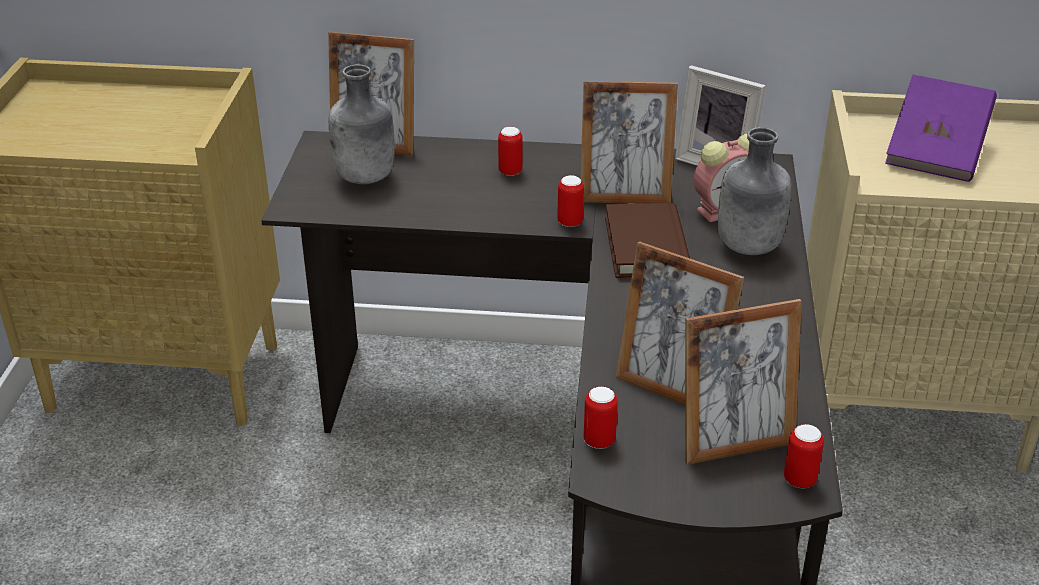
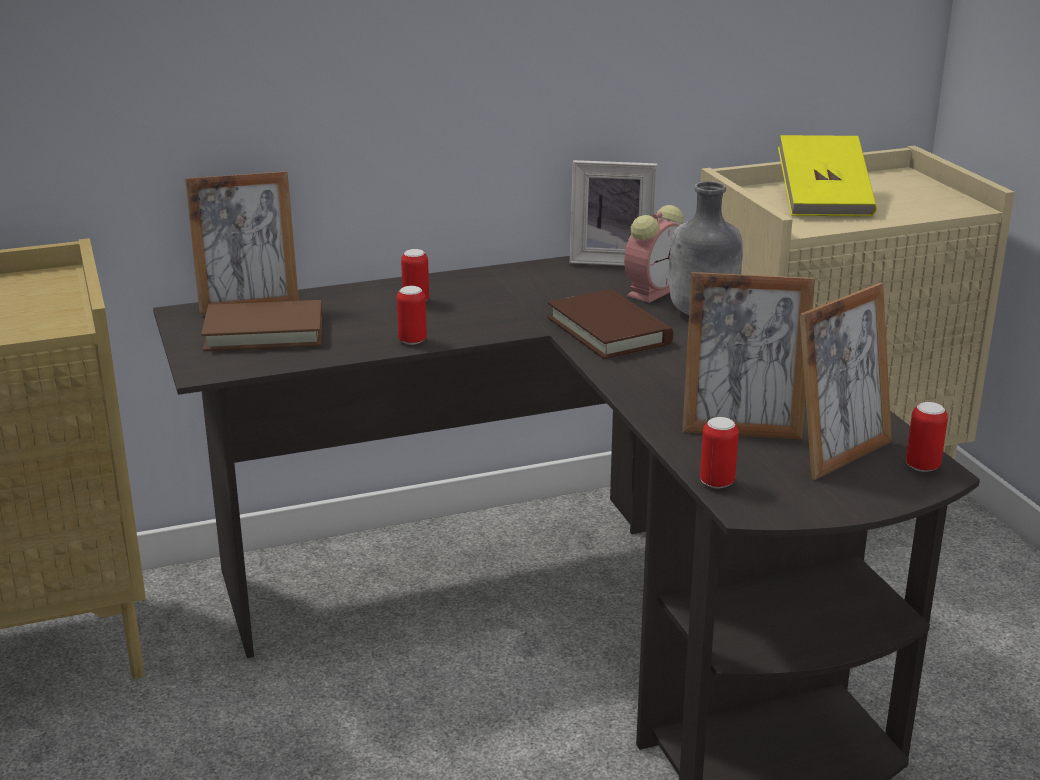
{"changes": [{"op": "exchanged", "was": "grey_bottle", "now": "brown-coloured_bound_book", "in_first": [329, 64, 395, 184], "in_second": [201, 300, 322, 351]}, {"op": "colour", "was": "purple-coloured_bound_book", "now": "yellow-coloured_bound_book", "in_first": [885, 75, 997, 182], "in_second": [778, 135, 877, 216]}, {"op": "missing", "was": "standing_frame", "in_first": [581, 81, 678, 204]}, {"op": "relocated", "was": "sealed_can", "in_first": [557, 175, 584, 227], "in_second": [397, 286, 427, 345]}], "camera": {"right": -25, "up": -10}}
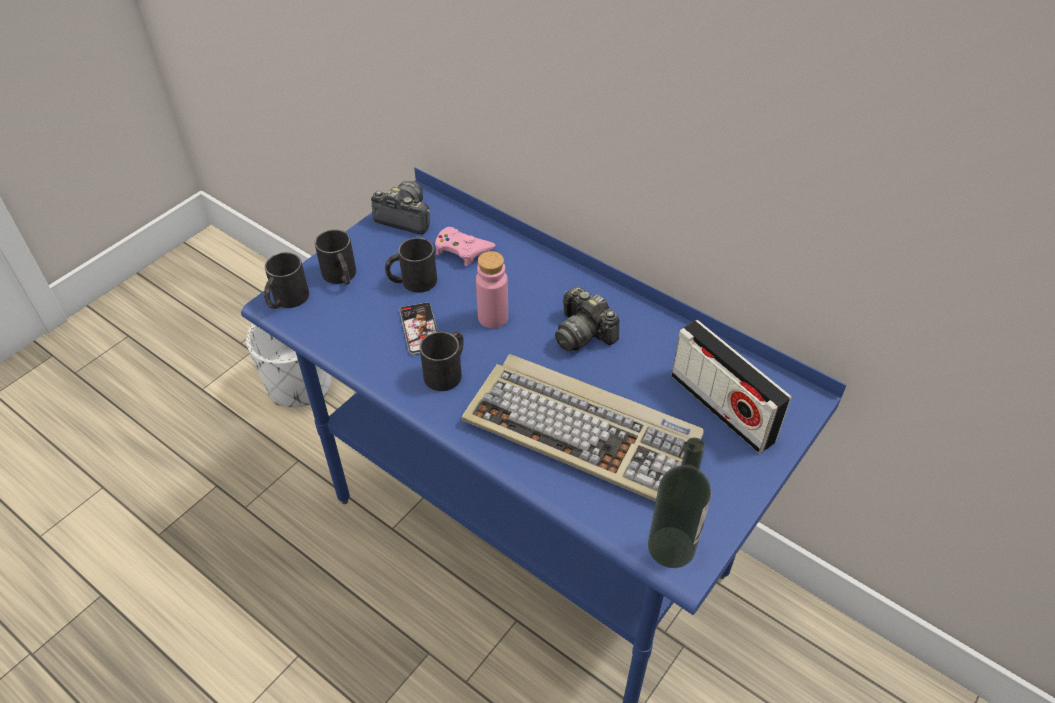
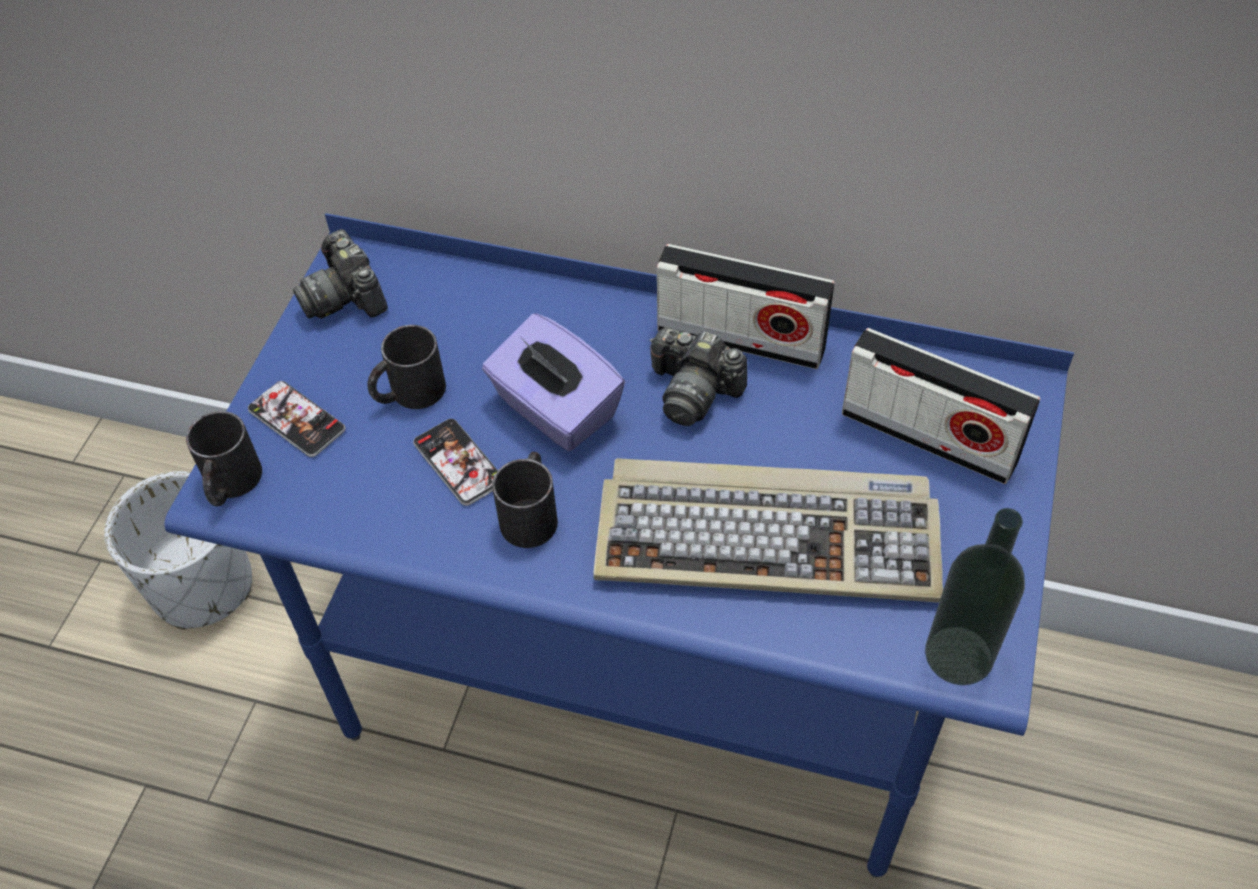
{"changes": [{"op": "spun", "was": "still_camera", "in_first": [371, 181, 430, 234], "in_second": [293, 229, 388, 319], "clockwise": -120}, {"op": "missing", "was": "pinkish_joypad", "in_first": [435, 227, 495, 266]}, {"op": "exchanged", "was": "black_coffee_mug", "now": "handset", "in_first": [315, 229, 356, 285], "in_second": [248, 381, 346, 457]}, {"op": "exchanged", "was": "pinkish_bottle", "now": "purple-coloured_box_of_tissues", "in_first": [476, 251, 508, 328], "in_second": [482, 313, 625, 451]}, {"op": "appeared", "now": "radio_set", "in_second": [657, 244, 835, 369]}], "camera": {"right": -20, "up": 5}}
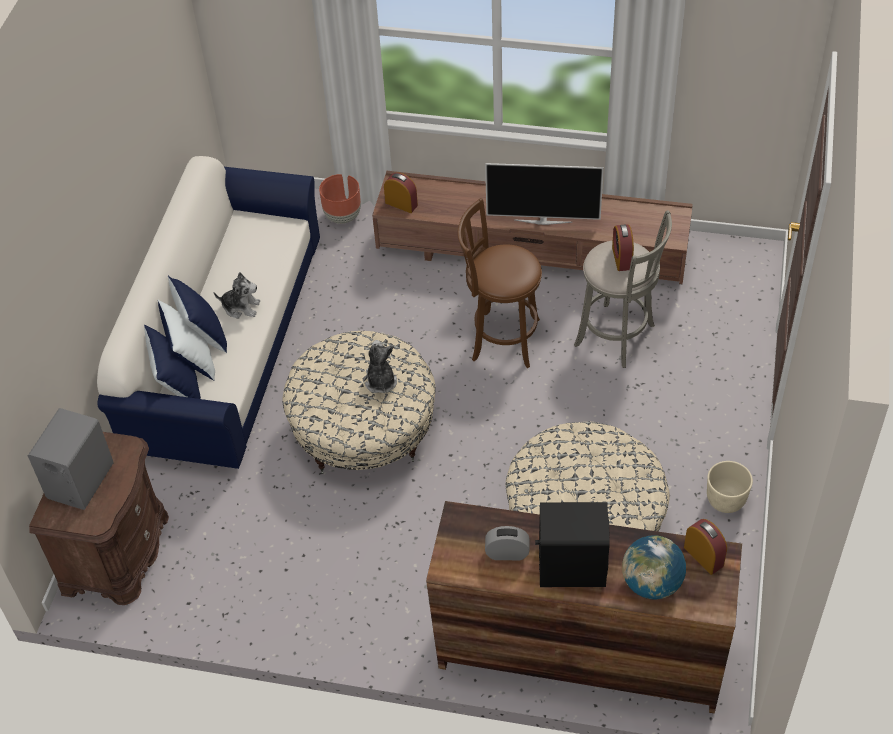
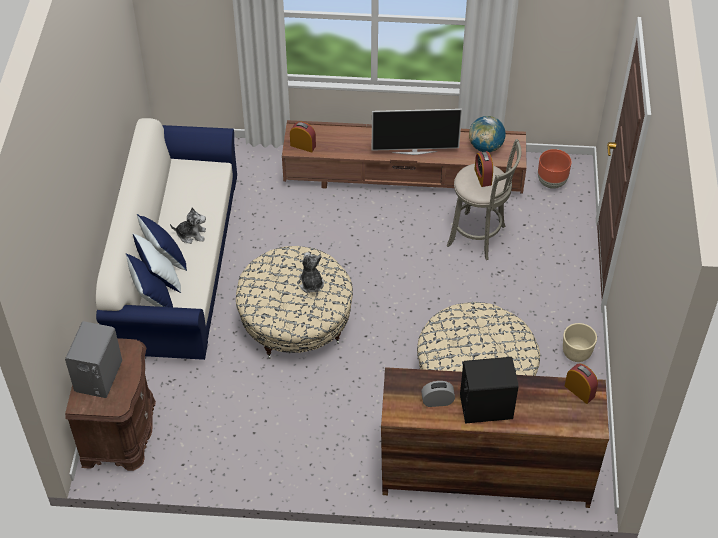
{"changes": [{"op": "relocated", "was": "brown-coloured_plant_pot", "in_first": [319, 174, 361, 224], "in_second": [538, 149, 572, 189]}, {"op": "missing", "was": "brown-coloured_stool", "in_first": [458, 198, 542, 368]}, {"op": "relocated", "was": "globe", "in_first": [622, 535, 686, 600], "in_second": [469, 116, 506, 152]}], "camera": {"right": -10, "up": 0}}
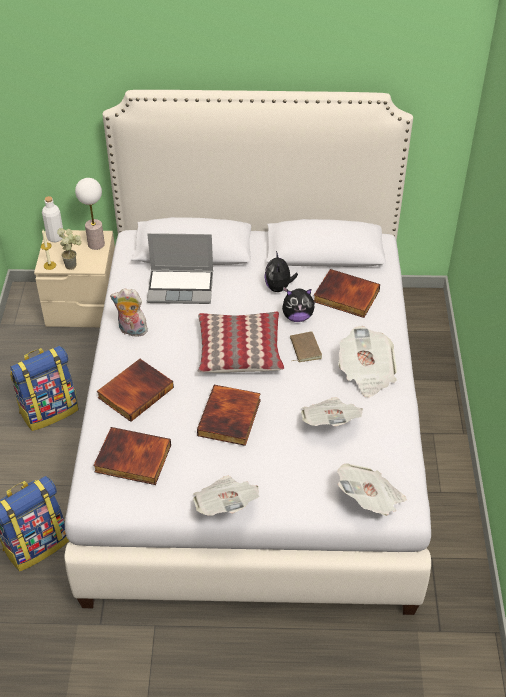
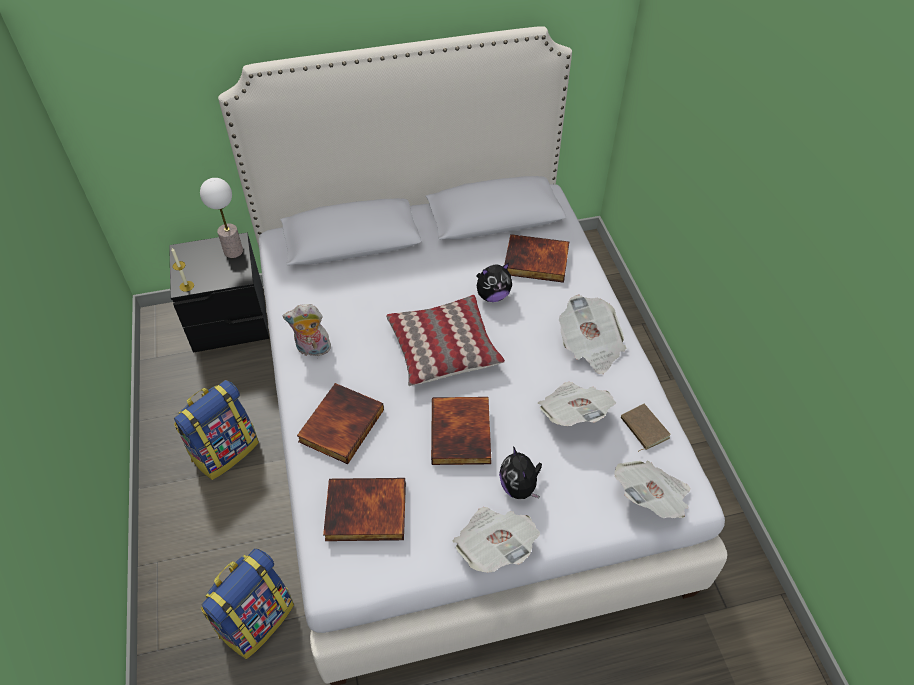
{"changes": [{"op": "missing", "was": "white-coloured_bottle", "in_first": [42, 196, 64, 242]}, {"op": "missing", "was": "plant_in_a_pot", "in_first": [57, 228, 82, 270]}, {"op": "colour", "was": "beige-coloured_nightstand", "now": "black_nightstand", "in_first": [34, 230, 115, 327], "in_second": [169, 232, 269, 353]}, {"op": "missing", "was": "notebook_computer", "in_first": [147, 233, 213, 304]}, {"op": "relocated", "was": "plush_toy", "in_first": [264, 251, 298, 292], "in_second": [499, 446, 542, 499]}, {"op": "relocated", "was": "brown-coloured_bound_book", "in_first": [290, 331, 322, 362], "in_second": [621, 404, 671, 452]}], "camera": {"right": -15, "up": 5}}
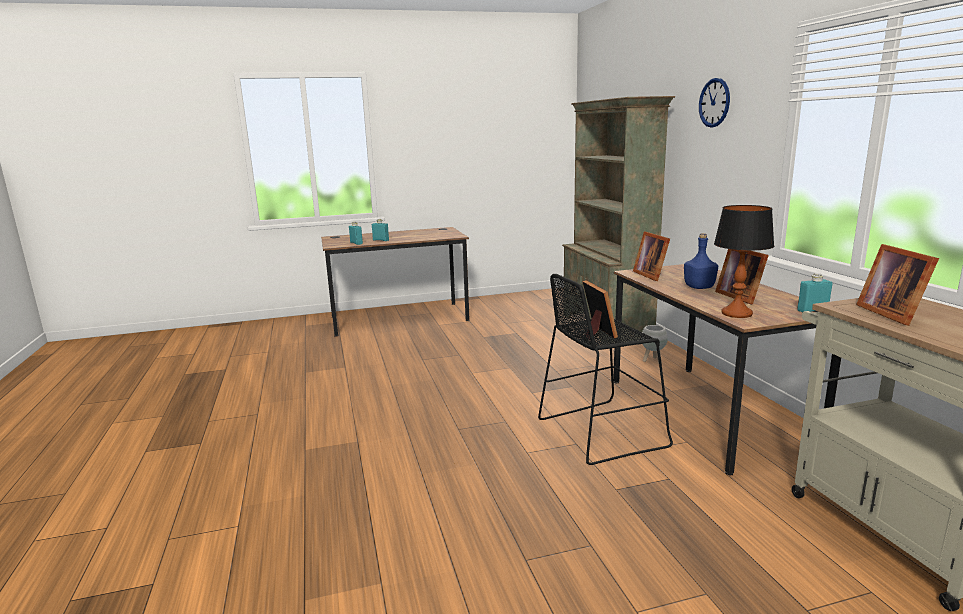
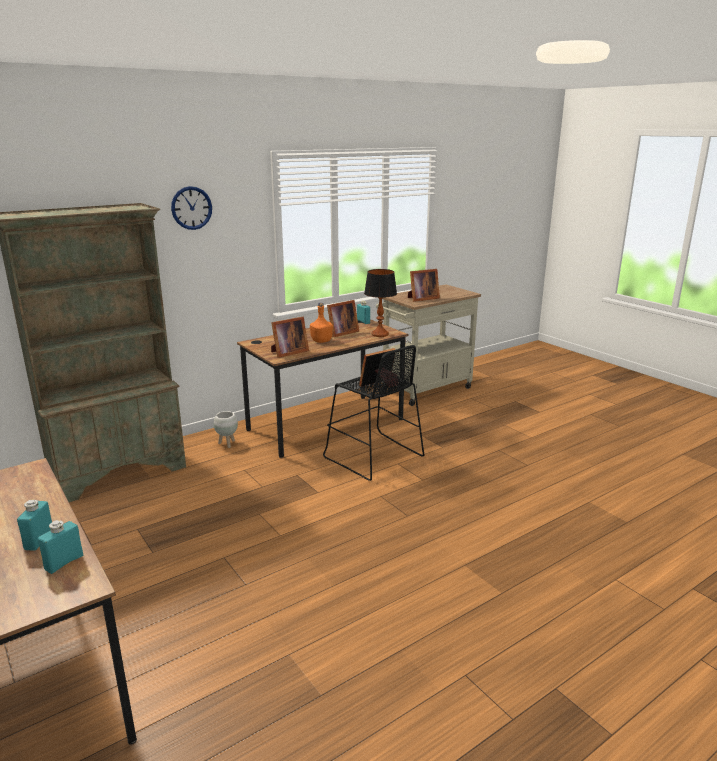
{"changes": [{"op": "colour", "was": "blue_bottle", "now": "orange_bottle", "in_first": [684, 233, 718, 289], "in_second": [310, 303, 333, 343]}], "camera": {"right": -110, "up": 5}}
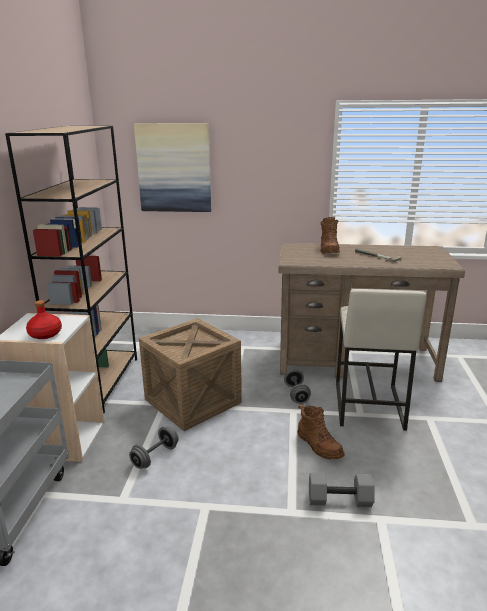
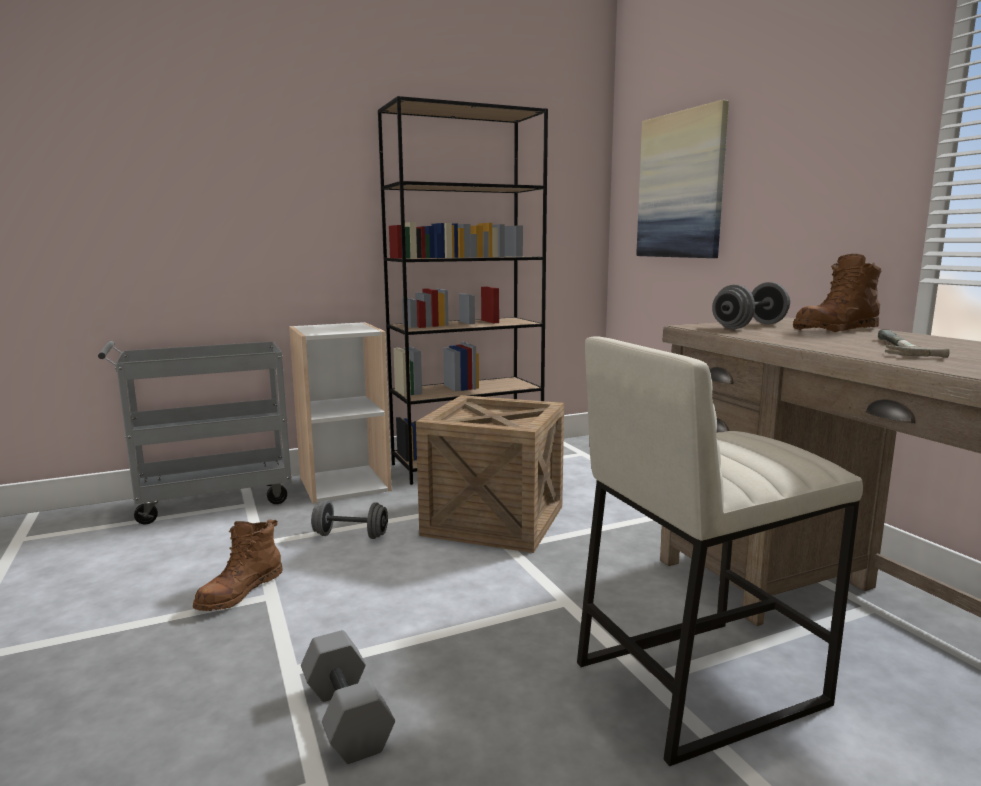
{"changes": [{"op": "missing", "was": "red_bottle", "in_first": [26, 300, 62, 339]}, {"op": "relocated", "was": "grey_free_weight", "in_first": [284, 369, 311, 404], "in_second": [712, 282, 790, 329]}, {"op": "relocated", "was": "brown-coloured_high-top_boot", "in_first": [297, 404, 345, 460], "in_second": [193, 520, 282, 611]}], "camera": {"right": 60, "up": -10}}
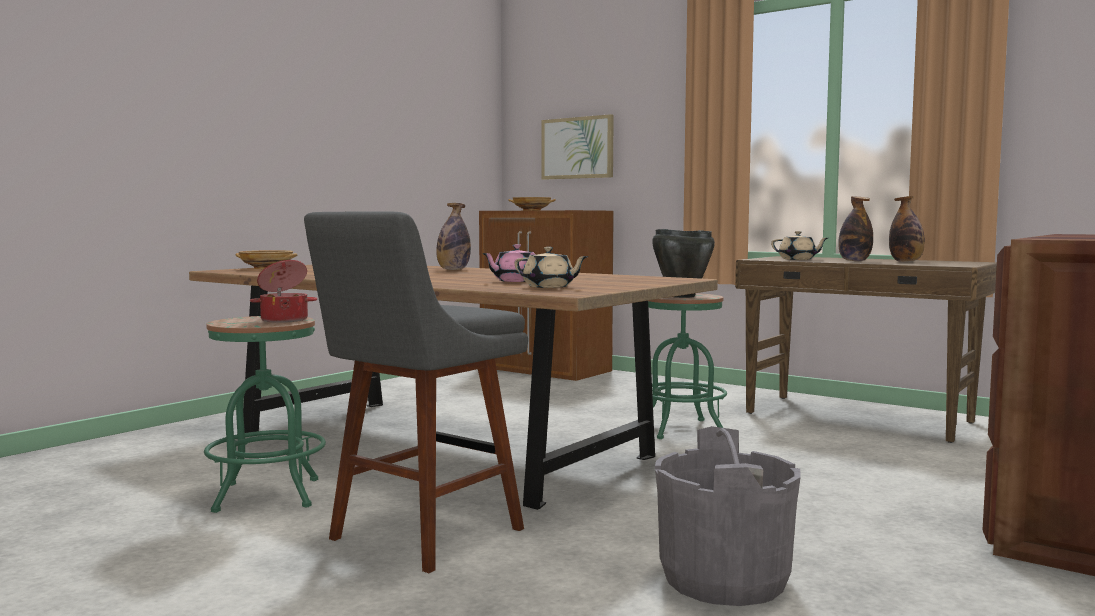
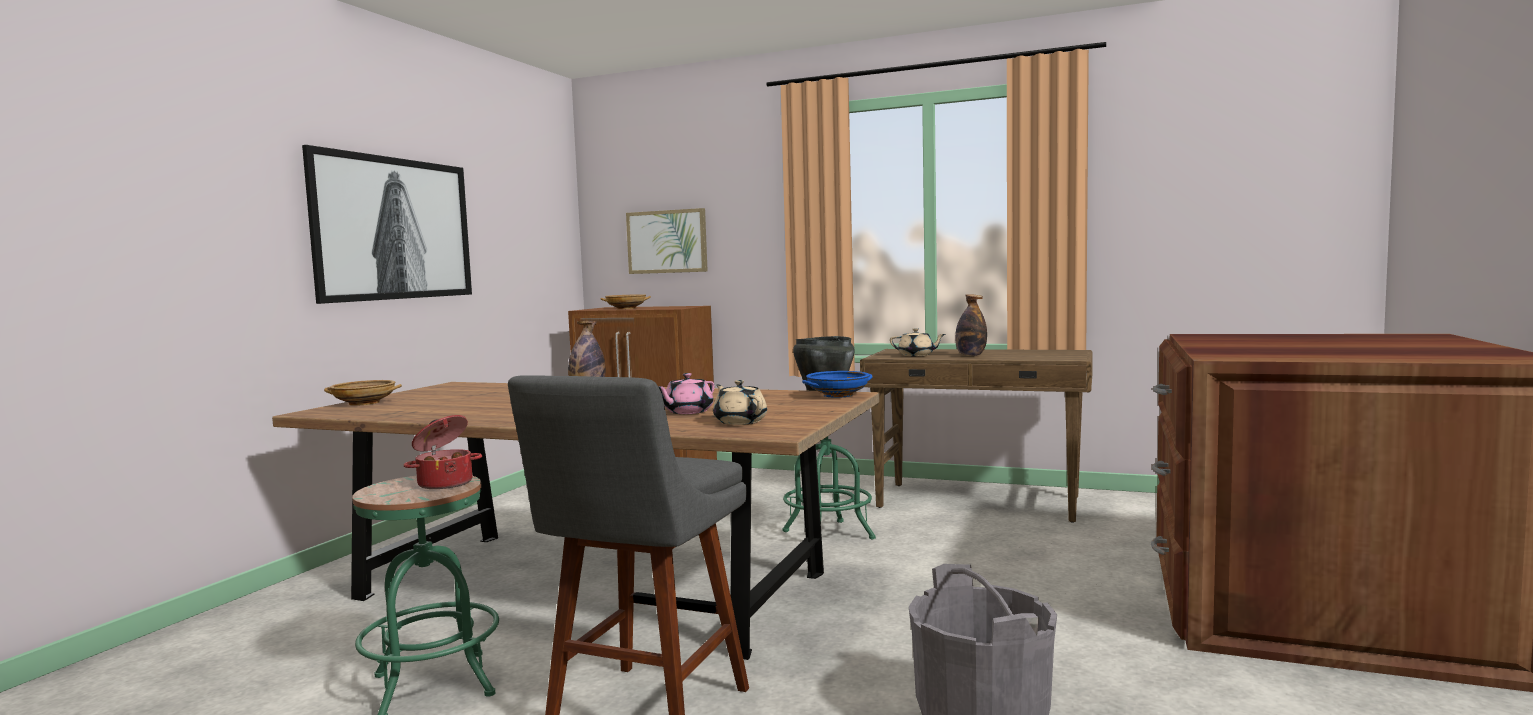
{"changes": [{"op": "missing", "was": "bottle", "in_first": [889, 196, 925, 262]}, {"op": "spun", "was": "beige-coloured_teapot", "in_first": [515, 247, 588, 288], "in_second": [713, 380, 767, 425], "clockwise": -135}, {"op": "appeared", "now": "wall_art", "in_second": [302, 145, 472, 304]}, {"op": "appeared", "now": "blue_deep_dish", "in_second": [802, 371, 872, 398]}], "camera": {"right": -15, "up": 0}}
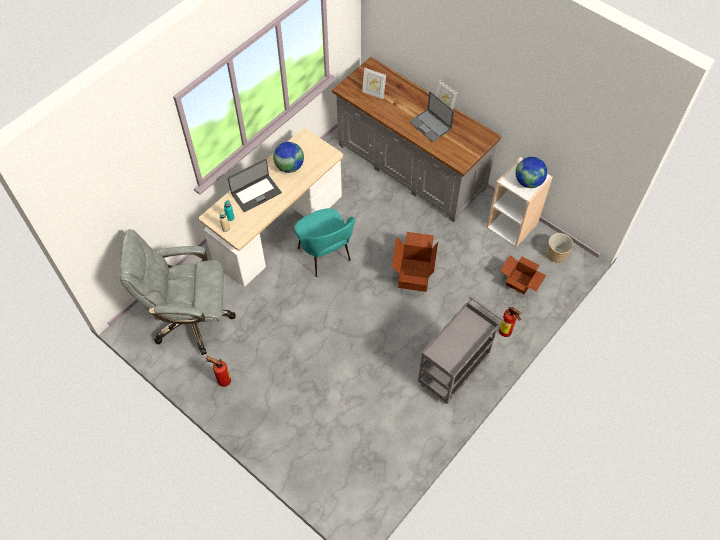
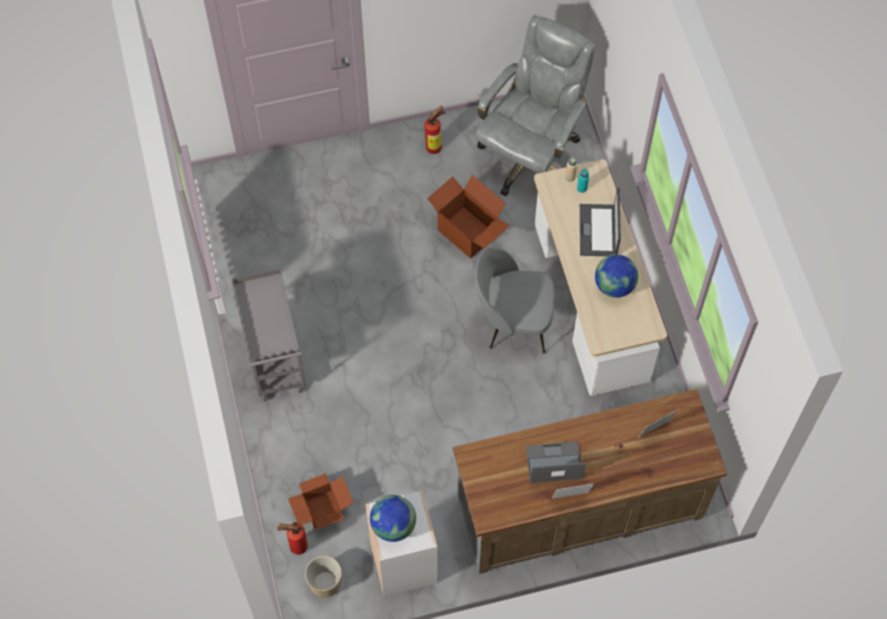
{"changes": [{"op": "colour", "was": "turquoise_chair", "now": "grey_chair", "in_first": [294, 208, 355, 277], "in_second": [475, 246, 555, 353]}, {"op": "relocated", "was": "cardboard_box", "in_first": [391, 232, 438, 292], "in_second": [427, 175, 510, 259]}, {"op": "relocated", "was": "fire_extinguisher", "in_first": [499, 307, 522, 337], "in_second": [278, 522, 308, 555]}], "camera": {"right": 125, "up": 5}}
